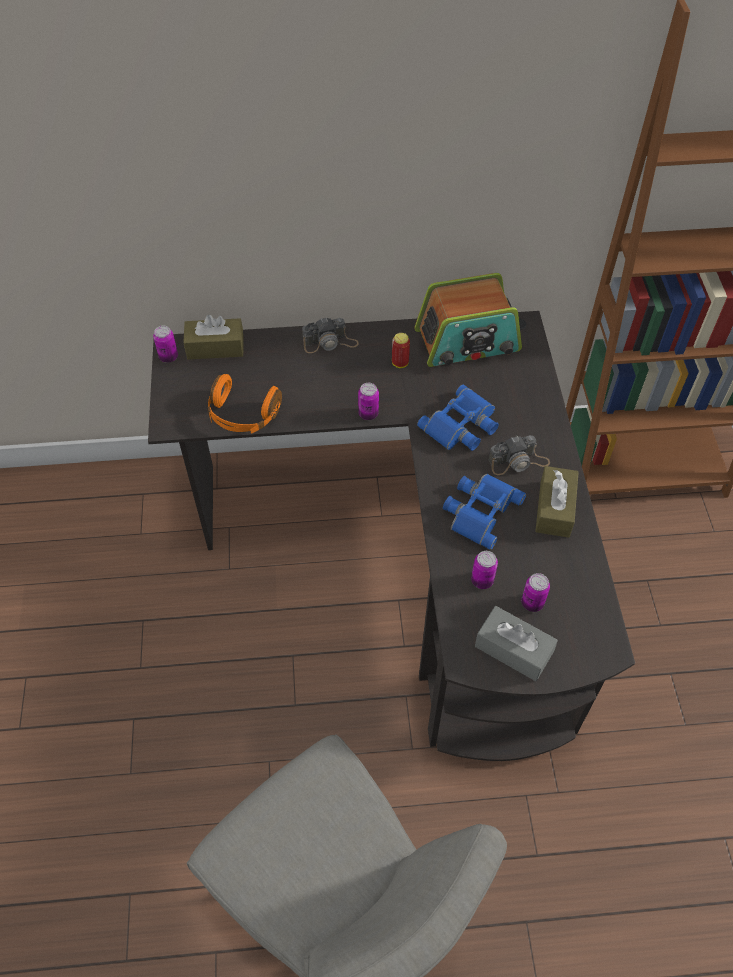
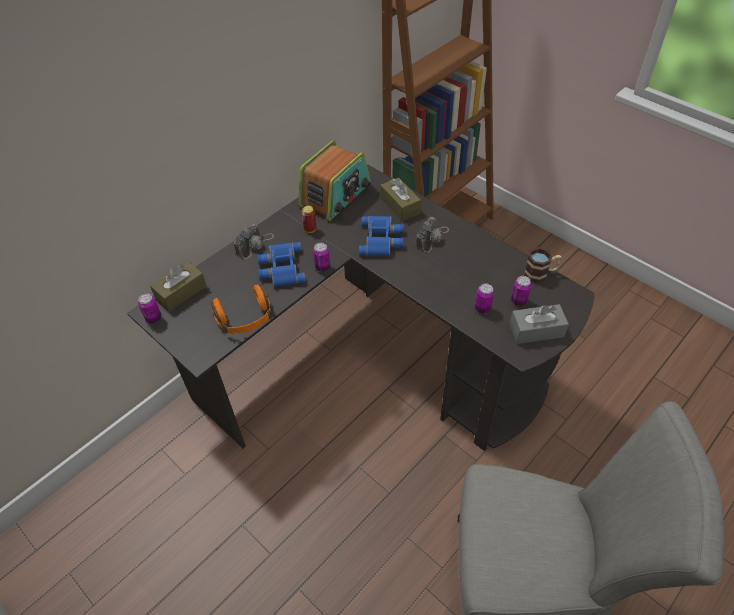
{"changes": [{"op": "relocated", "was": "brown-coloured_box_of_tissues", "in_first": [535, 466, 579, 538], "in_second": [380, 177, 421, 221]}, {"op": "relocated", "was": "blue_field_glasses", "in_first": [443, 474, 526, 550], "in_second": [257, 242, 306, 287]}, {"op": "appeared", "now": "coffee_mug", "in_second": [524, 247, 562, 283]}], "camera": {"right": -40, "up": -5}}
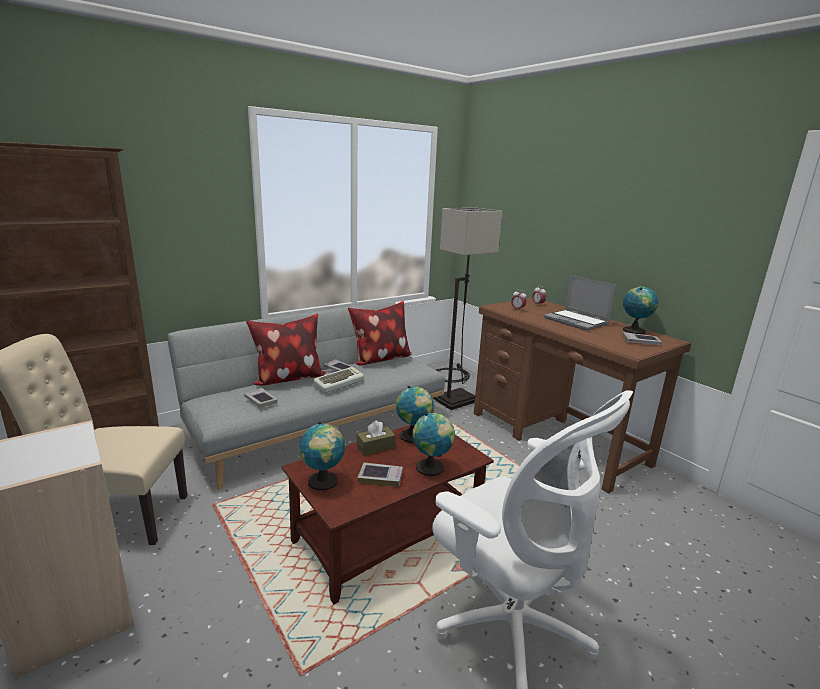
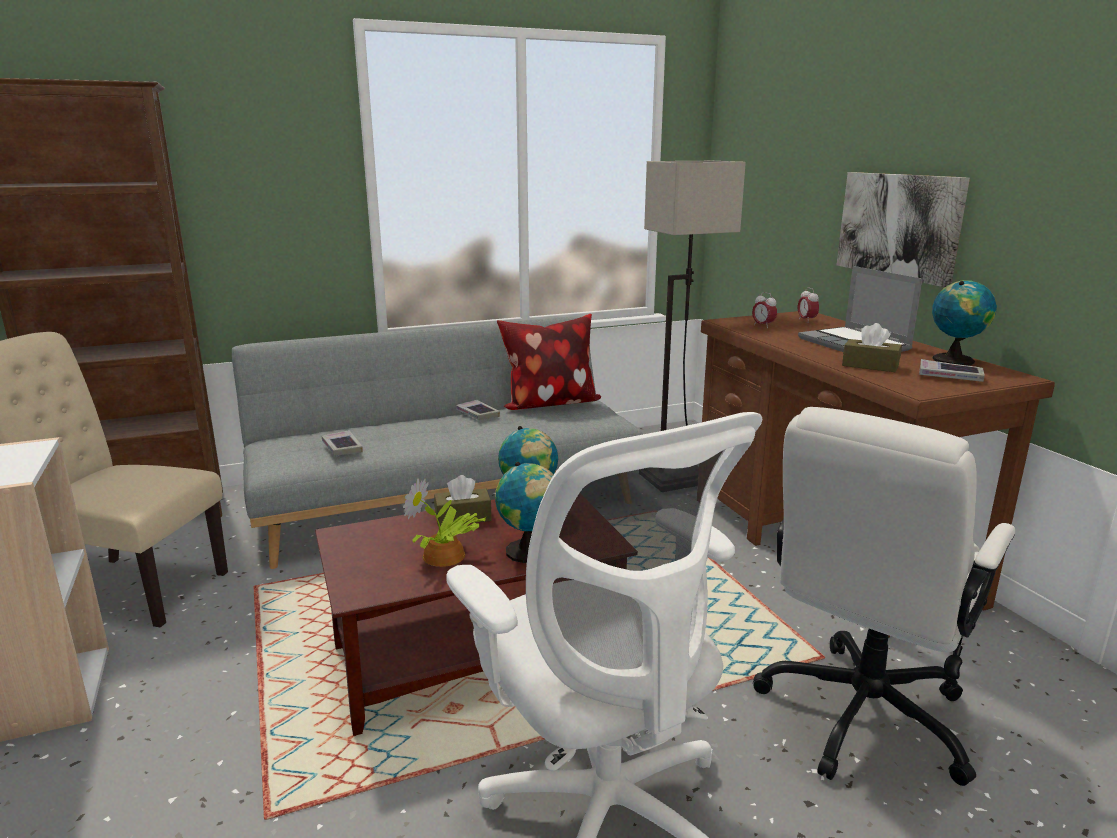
{"changes": [{"op": "missing", "was": "cushion", "in_first": [246, 314, 326, 386]}, {"op": "missing", "was": "keyboard", "in_first": [314, 367, 364, 393]}, {"op": "missing", "was": "globe", "in_first": [299, 421, 345, 490]}, {"op": "exchanged", "was": "bound_book", "now": "plant_in_a_pot", "in_first": [357, 462, 403, 487], "in_second": [403, 478, 487, 567]}, {"op": "appeared", "now": "wall_art", "in_second": [836, 172, 970, 287]}, {"op": "appeared", "now": "brown-coloured_box_of_tissues", "in_second": [842, 323, 902, 372]}, {"op": "appeared", "now": "white-coloured_desk_chair", "in_second": [753, 407, 1016, 786]}], "camera": {"right": 15, "up": 0}}
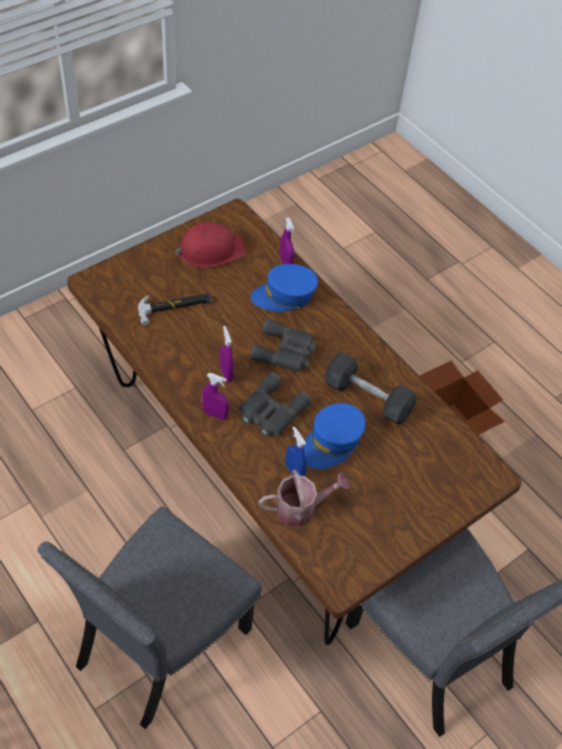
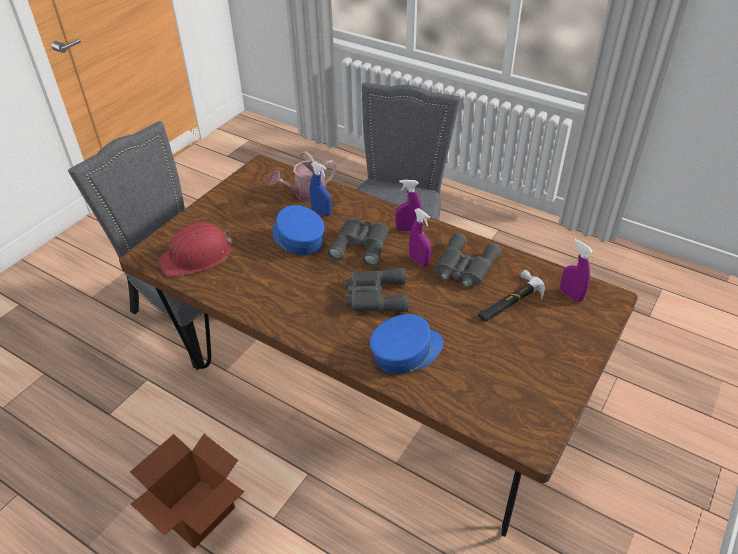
{"changes": [{"op": "relocated", "was": "purple-coloured_spray_bottle", "in_first": [280, 218, 295, 264], "in_second": [560, 239, 593, 302]}, {"op": "relocated", "was": "red_safety_helmet", "in_first": [175, 223, 246, 268], "in_second": [158, 222, 232, 277]}, {"op": "missing", "was": "grey_free_weight", "in_first": [325, 352, 416, 425]}, {"op": "spun", "was": "blue_peaked_cap", "in_first": [303, 403, 366, 469], "in_second": [273, 205, 324, 256], "clockwise": -60}, {"op": "appeared", "now": "grey_field_glasses", "in_second": [434, 233, 501, 288]}], "camera": {"right": 165, "up": -10}}
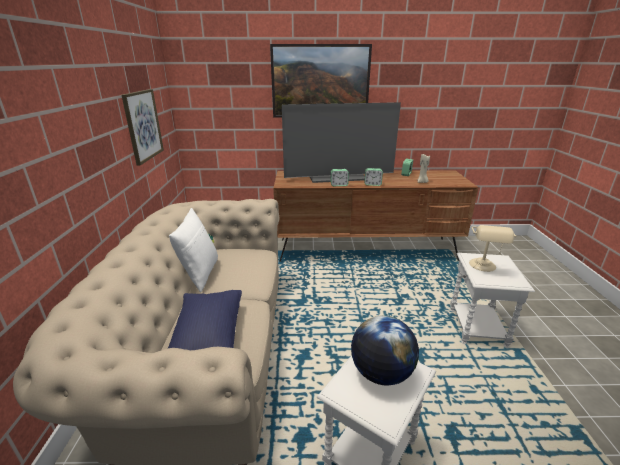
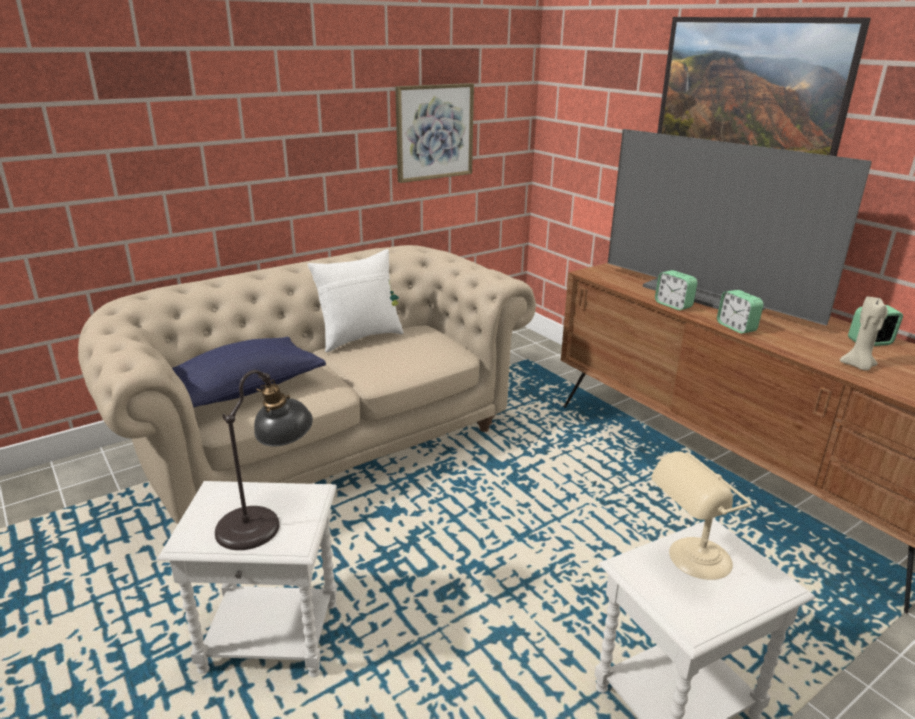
{"changes": [{"op": "exchanged", "was": "globe", "now": "grey_tabletop_lamp", "in_first": [351, 316, 419, 386], "in_second": [215, 370, 313, 550]}], "camera": {"right": 55, "up": 0}}
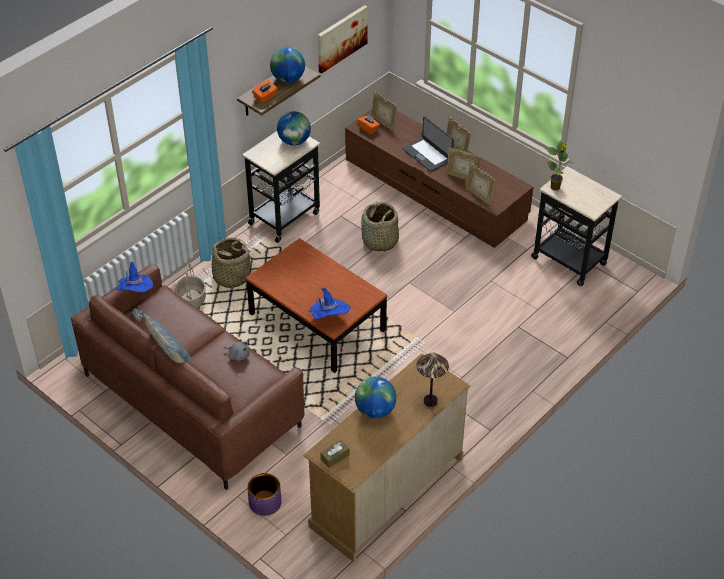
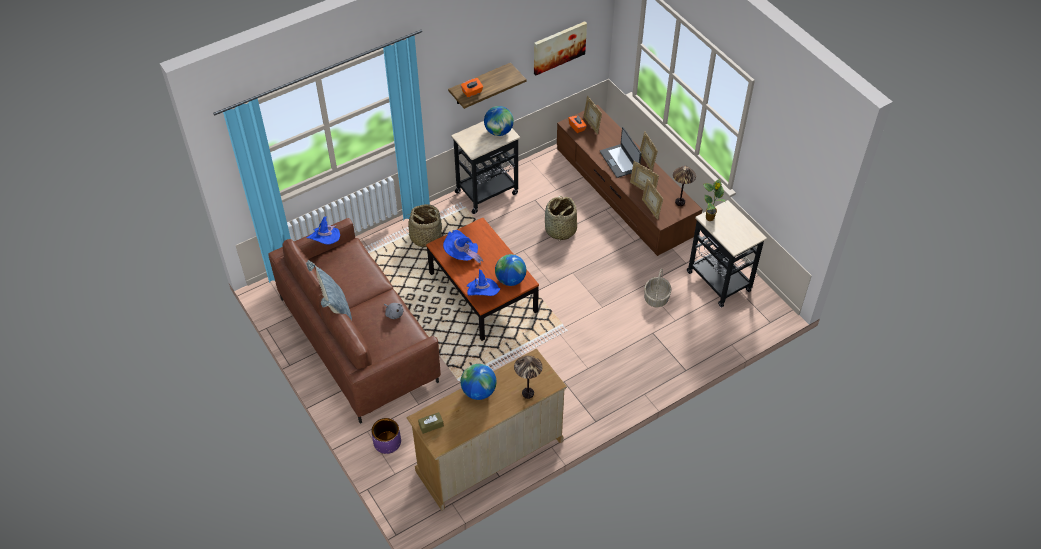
{"changes": [{"op": "relocated", "was": "globe", "in_first": [270, 47, 305, 83], "in_second": [495, 254, 526, 286]}, {"op": "relocated", "was": "basket", "in_first": [175, 264, 206, 308], "in_second": [644, 269, 672, 307]}, {"op": "appeared", "now": "tabletop_lamp", "in_second": [673, 166, 696, 206]}, {"op": "appeared", "now": "blue_clothing_hat", "in_second": [443, 230, 483, 266]}], "camera": {"right": 15, "up": 5}}
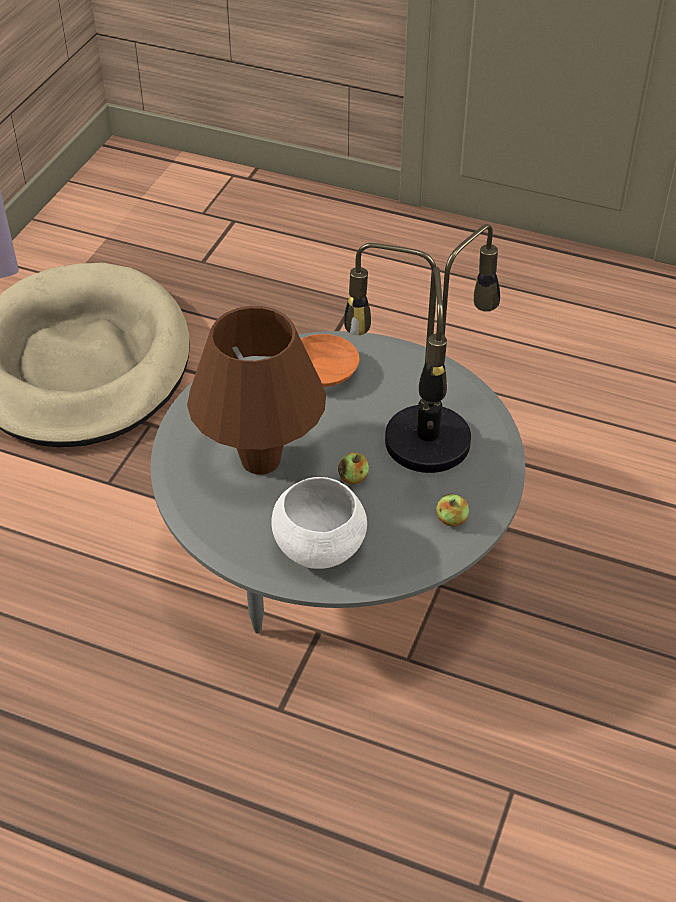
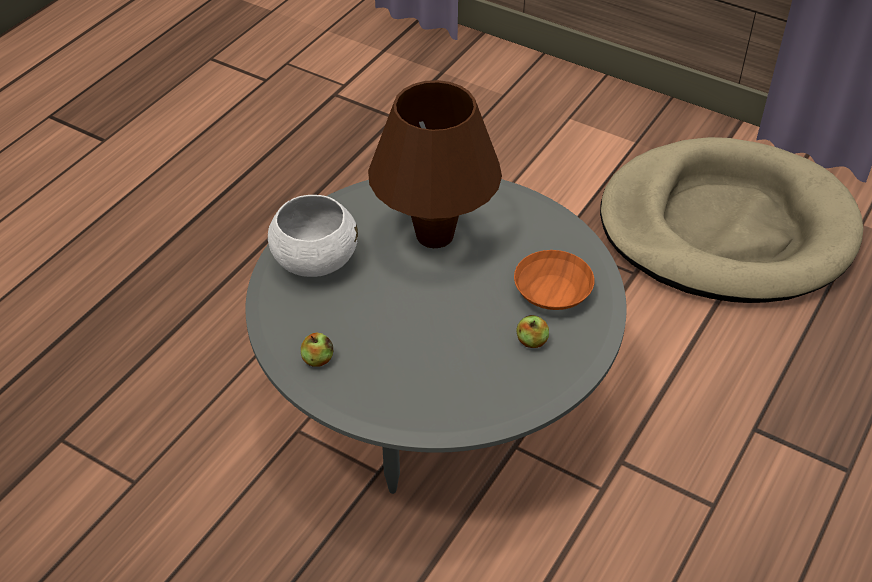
{"changes": [{"op": "missing", "was": "tabletop_lamp", "in_first": [344, 224, 500, 473]}, {"op": "relocated", "was": "whole_apple", "in_first": [338, 452, 369, 485], "in_second": [516, 315, 549, 348]}], "camera": {"right": 100, "up": 0}}
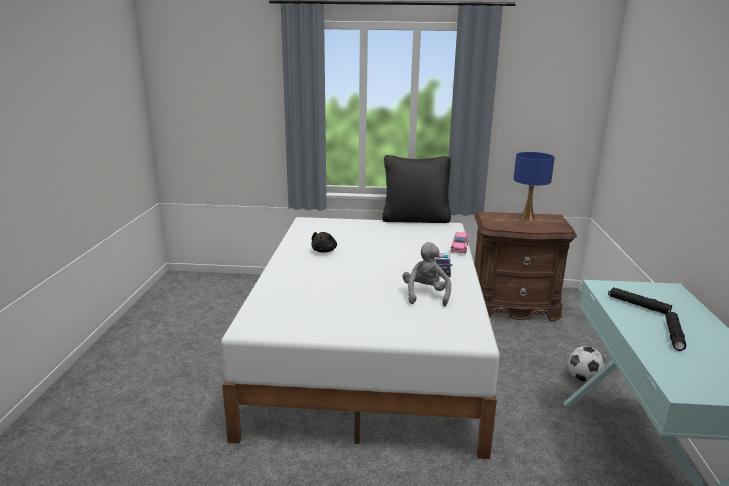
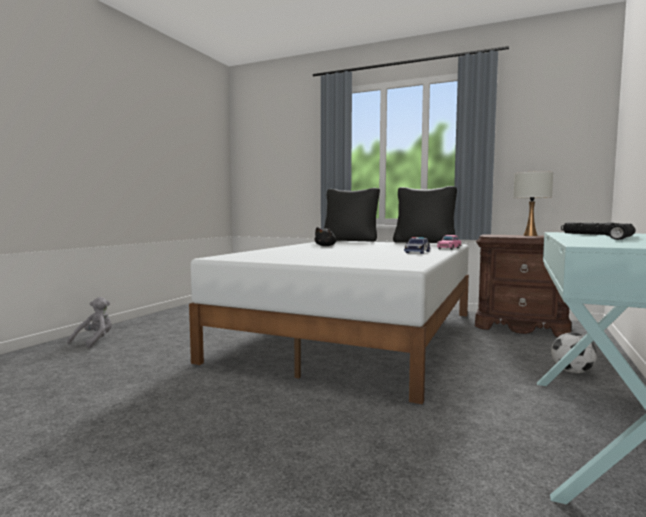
{"changes": [{"op": "colour", "was": "blue_tabletop_lamp", "now": "white-coloured_tabletop_lamp", "in_first": [514, 152, 555, 220], "in_second": [513, 171, 553, 236]}, {"op": "relocated", "was": "grey_plush_toy", "in_first": [403, 242, 451, 306], "in_second": [67, 297, 112, 348]}, {"op": "appeared", "now": "black_cushion", "in_second": [324, 188, 380, 242]}], "camera": {"right": 20, "up": -15}}
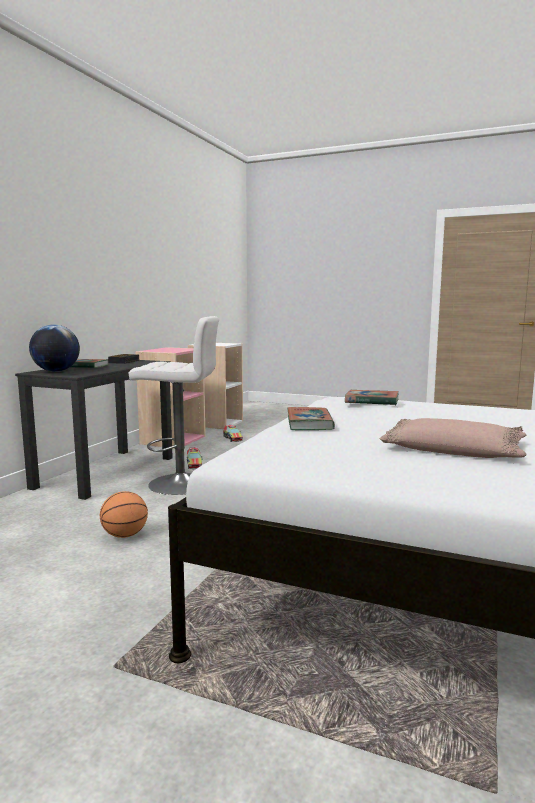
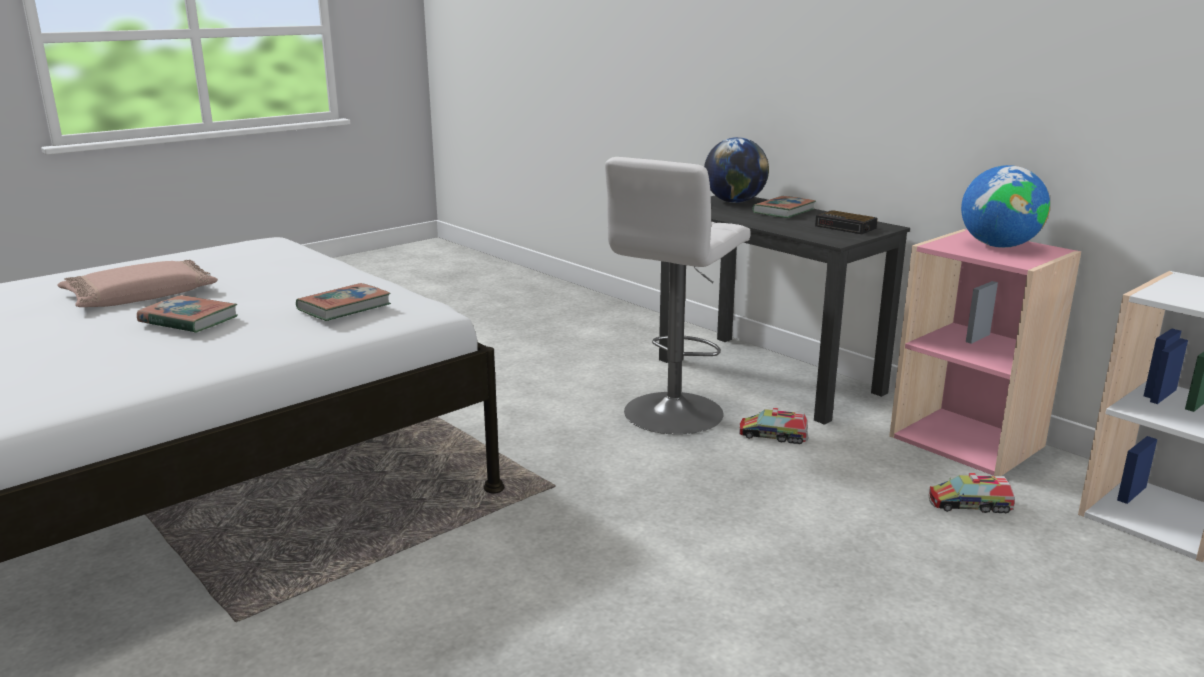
{"changes": [{"op": "relocated", "was": "bound_book", "in_first": [287, 407, 335, 430], "in_second": [137, 295, 238, 333]}, {"op": "missing", "was": "basketball", "in_first": [100, 491, 148, 538]}, {"op": "appeared", "now": "globe", "in_second": [961, 165, 1050, 248]}], "camera": {"right": 115, "up": 10}}
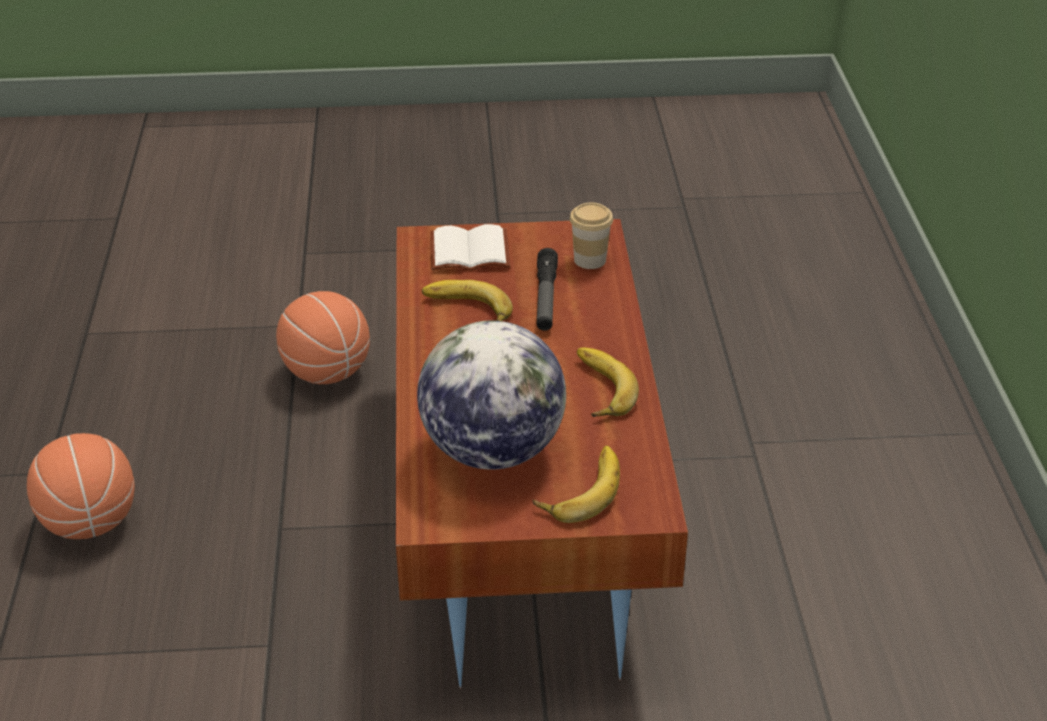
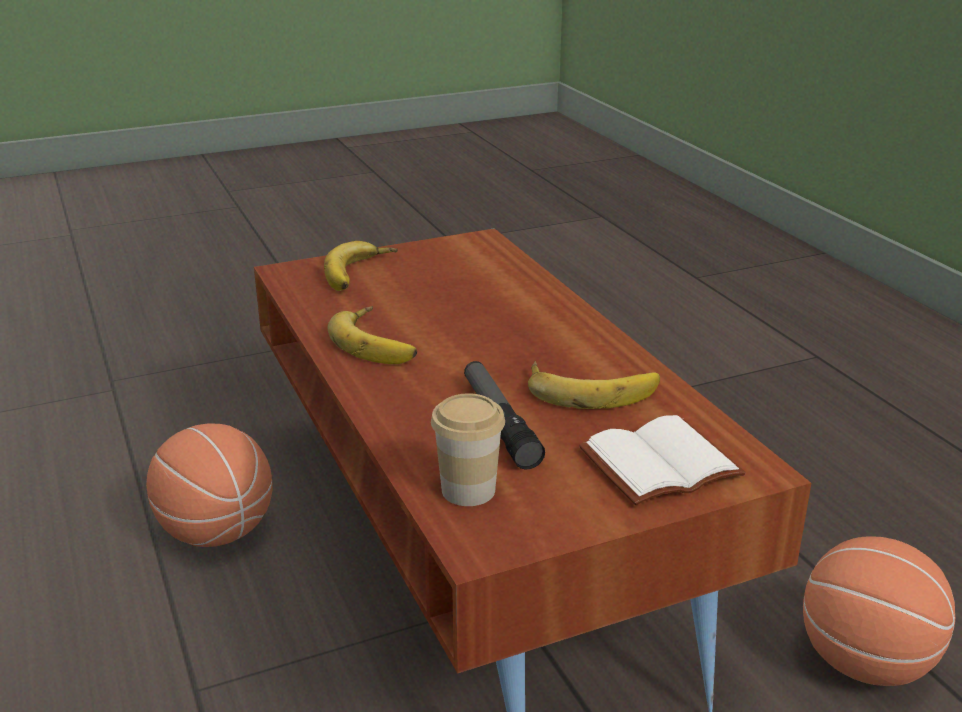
{"changes": [{"op": "missing", "was": "globe", "in_first": [417, 321, 566, 470]}, {"op": "relocated", "was": "basketball", "in_first": [27, 433, 135, 539], "in_second": [146, 423, 273, 547]}], "camera": {"right": 160, "up": -10}}
